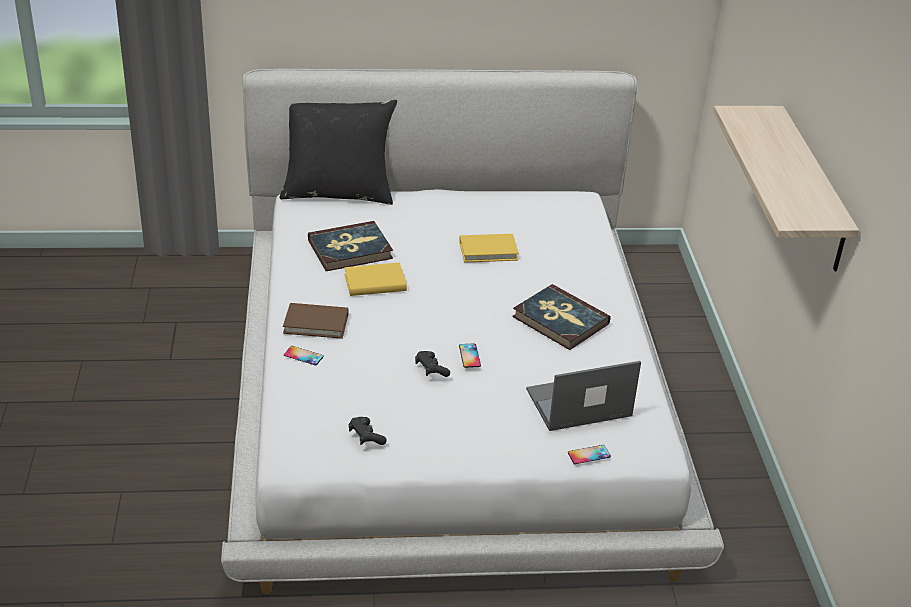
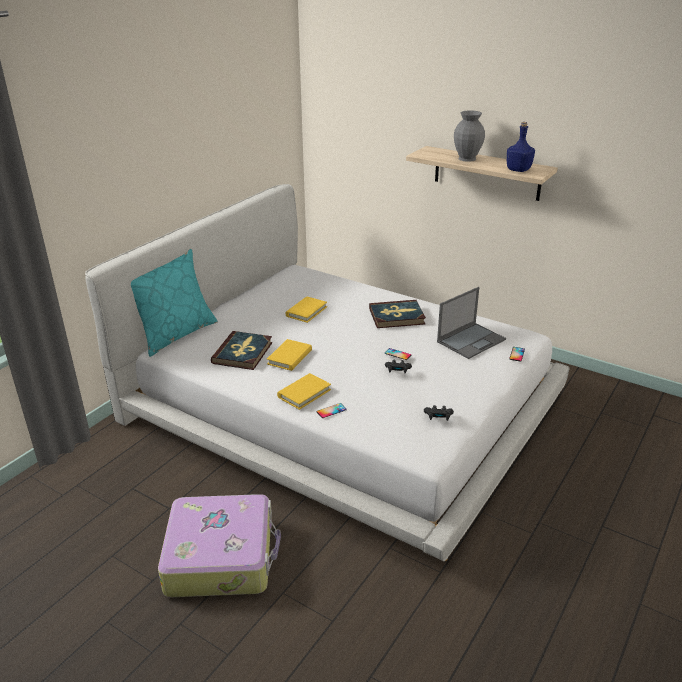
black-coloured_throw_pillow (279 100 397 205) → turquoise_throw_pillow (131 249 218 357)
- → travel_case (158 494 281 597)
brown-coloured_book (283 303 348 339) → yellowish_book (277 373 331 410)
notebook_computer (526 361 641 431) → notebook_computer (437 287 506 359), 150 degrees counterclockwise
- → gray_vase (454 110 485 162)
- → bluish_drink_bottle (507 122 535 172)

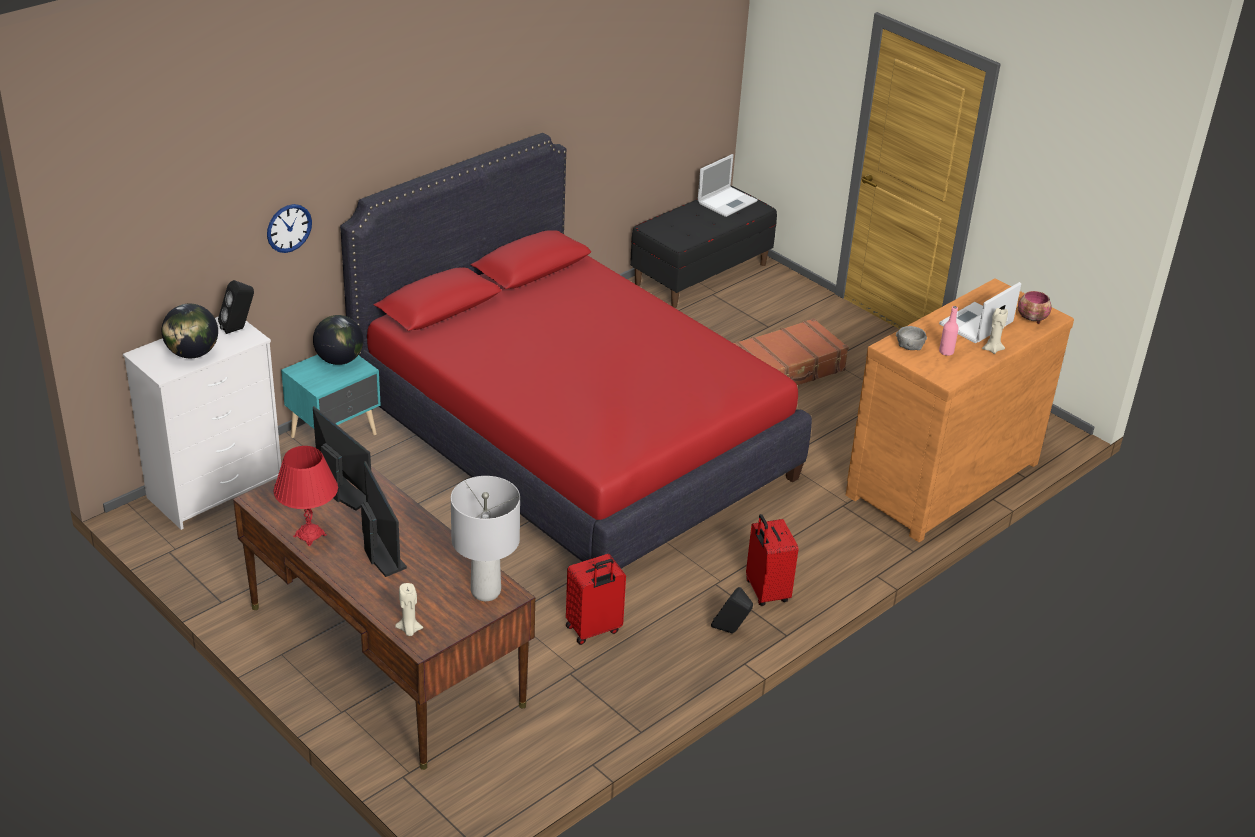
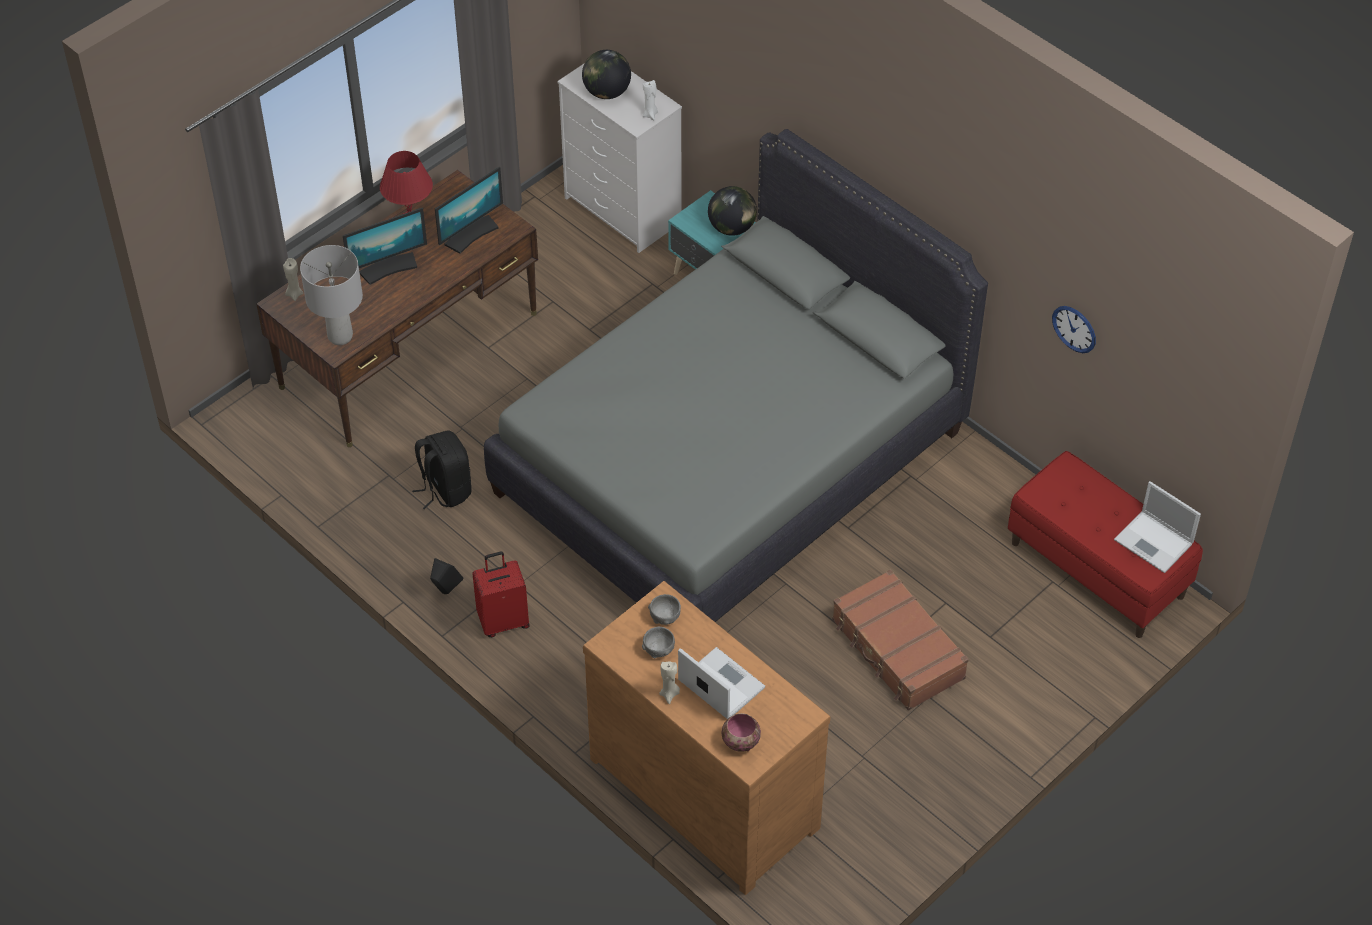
red-coloured_travel_case (566 554 626 645) → black-coloured_backpack (412 430 472 509)
red-coloured_sleeping_bed (340 133 812 569) → gray_sleeping_bed (484 129 988 622)
pink-coloured_drink_bottle (939 306 959 356) → gray_deep_dish (642 627 675 658)
black-coloured_loudspeaker (218 280 254 334) → white-coloured_candle (643 80 658 120)
black-coloured_bench (630 186 777 308) → red-coloured_bench (1008 451 1203 638)
hanging_clock (267 204 312 253) → hanging_clock (1052 306 1096 353), shifted

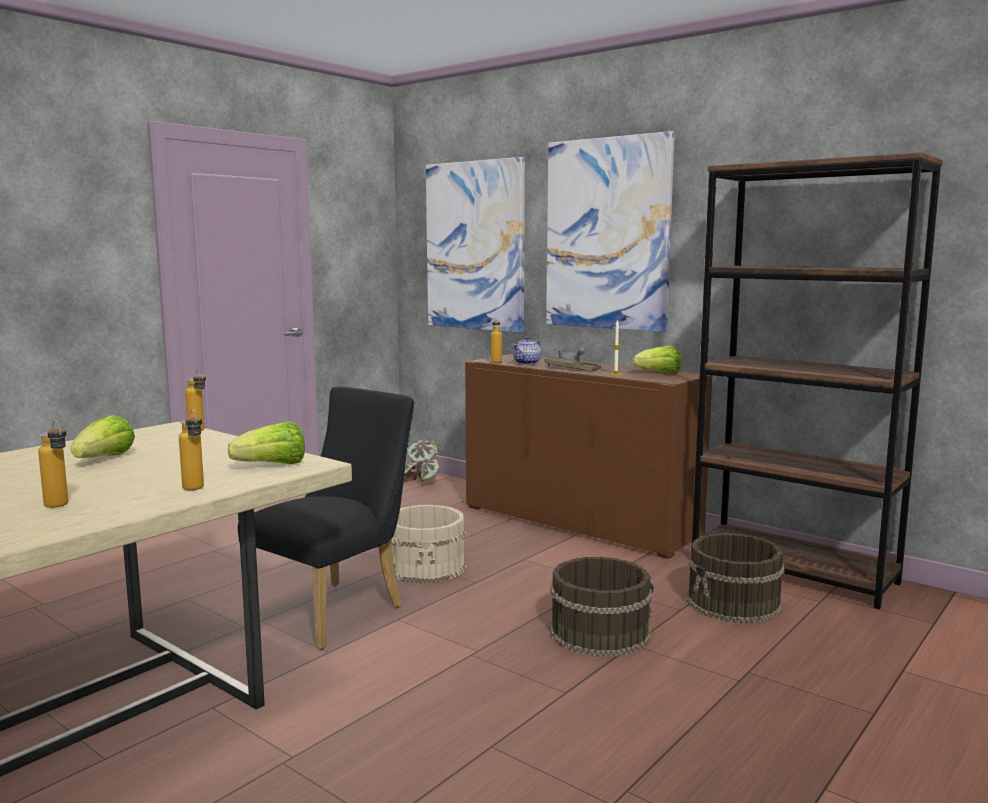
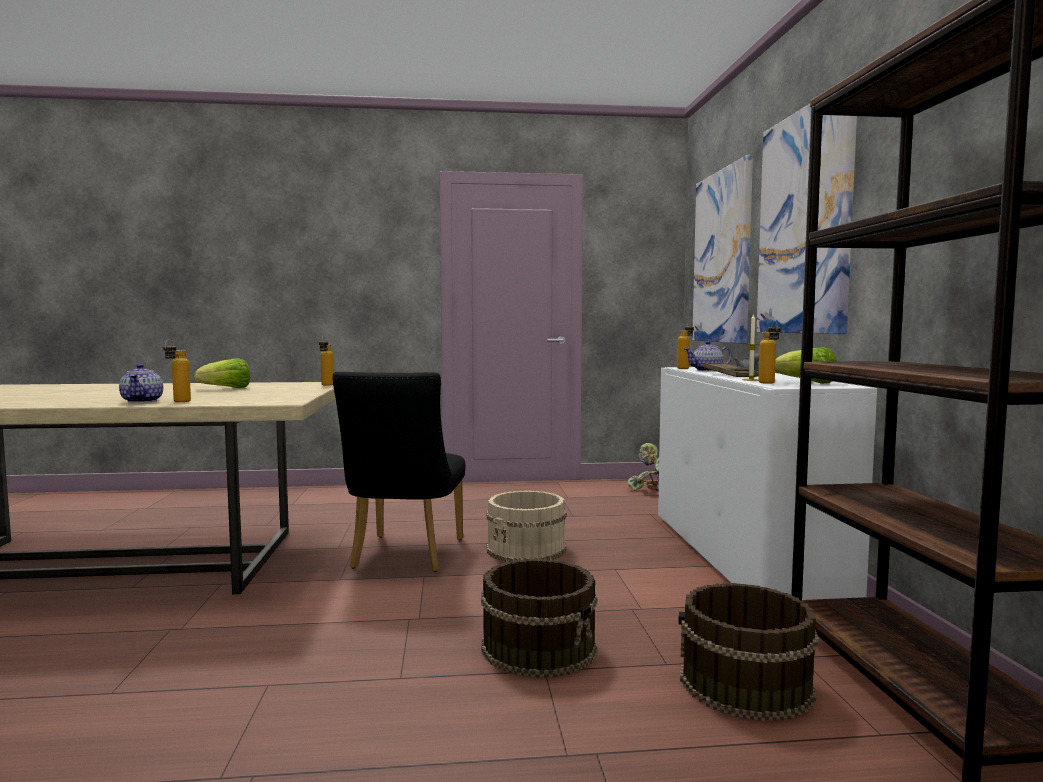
- → teapot (119 364 163 403)
black-coloured_chair (238 387 414 650) → black-coloured_chair (333 372 465 572), 105 degrees clockwise
brown-coloured_storage_cabinet (465 354 712 559) → white-coloured_storage_cabinet (658 367 877 600)
drink_bottle (38 420 68 508) → drink_bottle (758 320 781 384), shifted
lettuce_head (228 421 305 464) → -

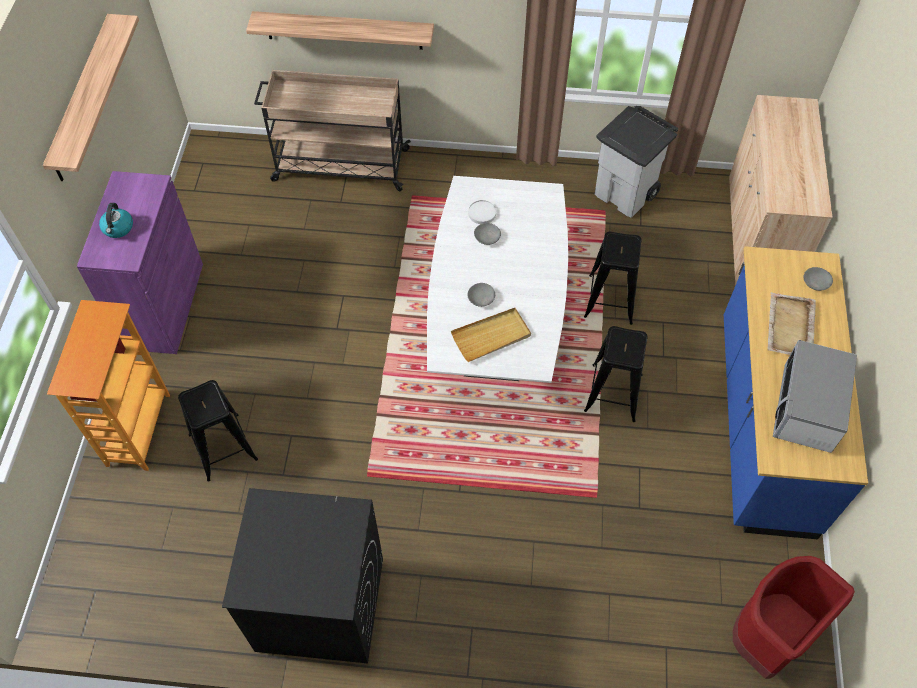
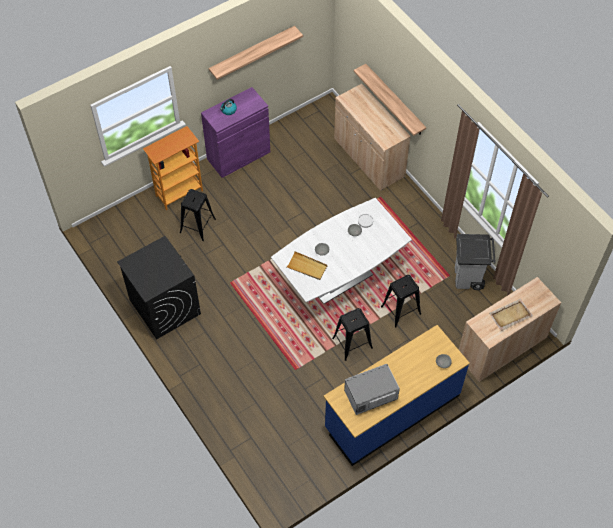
beige_cart (254 70 411 191) → beige_storage_cabinet (334 84 411 190)
beige_carrying_tray (767 292 816 355) → beige_carrying_tray (489 299 533 331), shifted
red-coloured_trash_can (733 556 855 679) → -

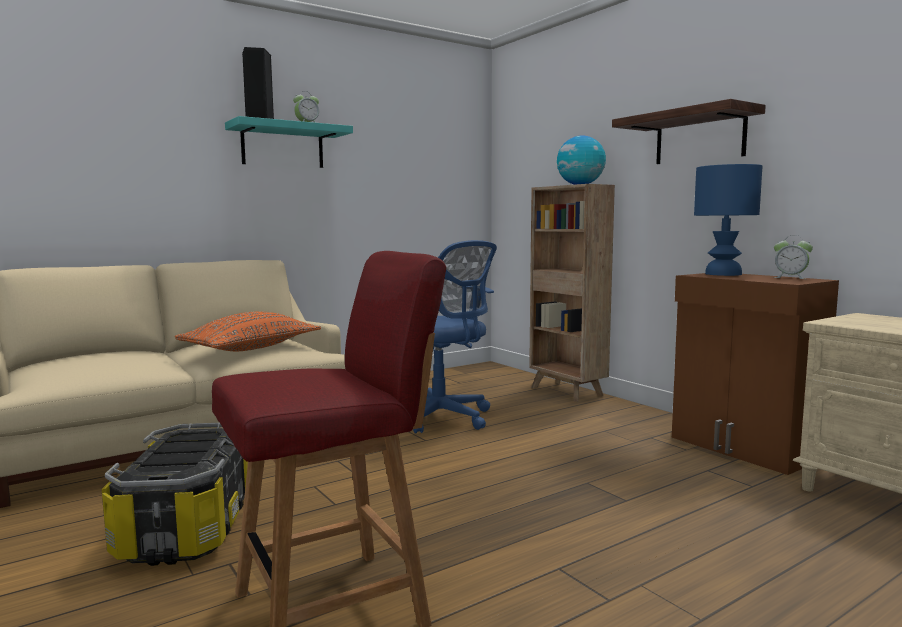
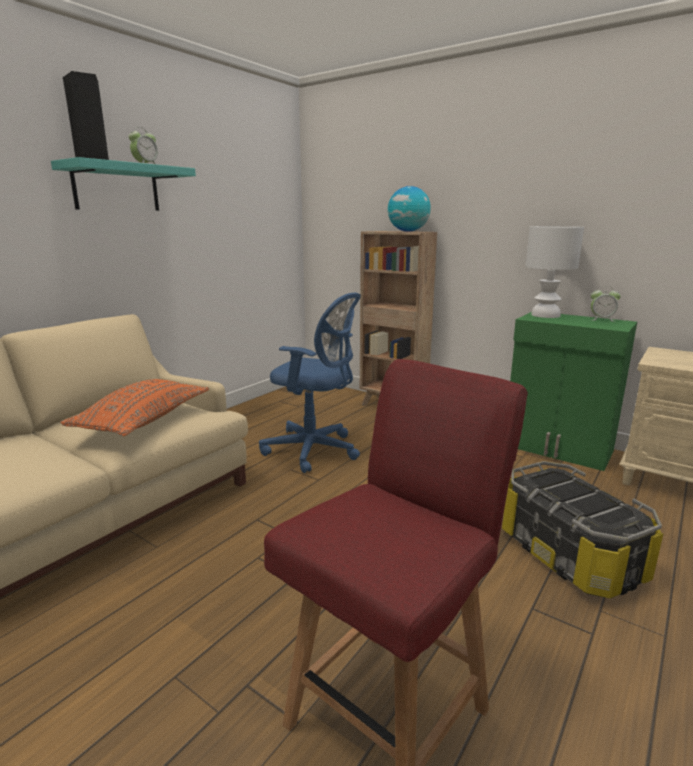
storage_container (102 423 248 566) → storage_container (502 461 663 598), shifted
brown-coloured_storage_cabinet (672 273 839 475) → greenish_storage_cabinet (510 312 637 471)
bluish_lamp_for_a_table (694 164 762 276) → white-coloured_lamp_for_a_table (525 226 584 318)
shelf (612 99 766 164) → -

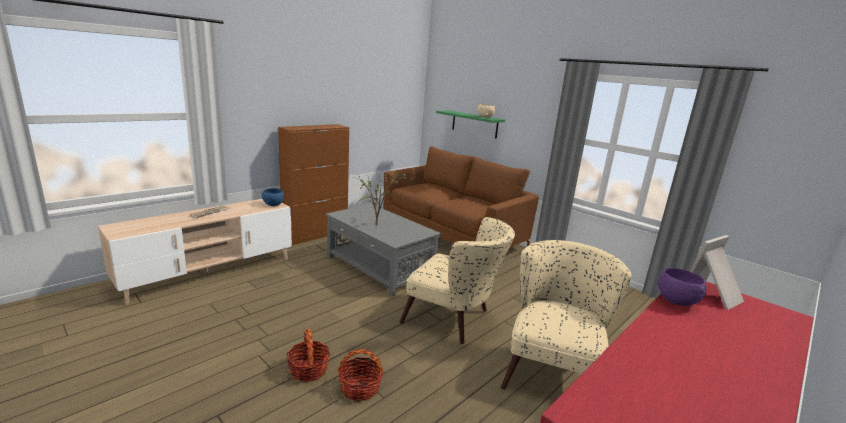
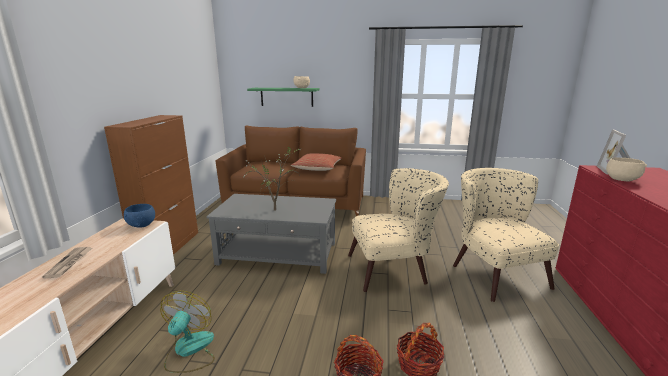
- → electric_fan (160 291 215 373)
- → throw_pillow (291 153 342 171)
purplish_deep_dish (658 268 707 306) → beige_deep_dish (606 158 647 182)

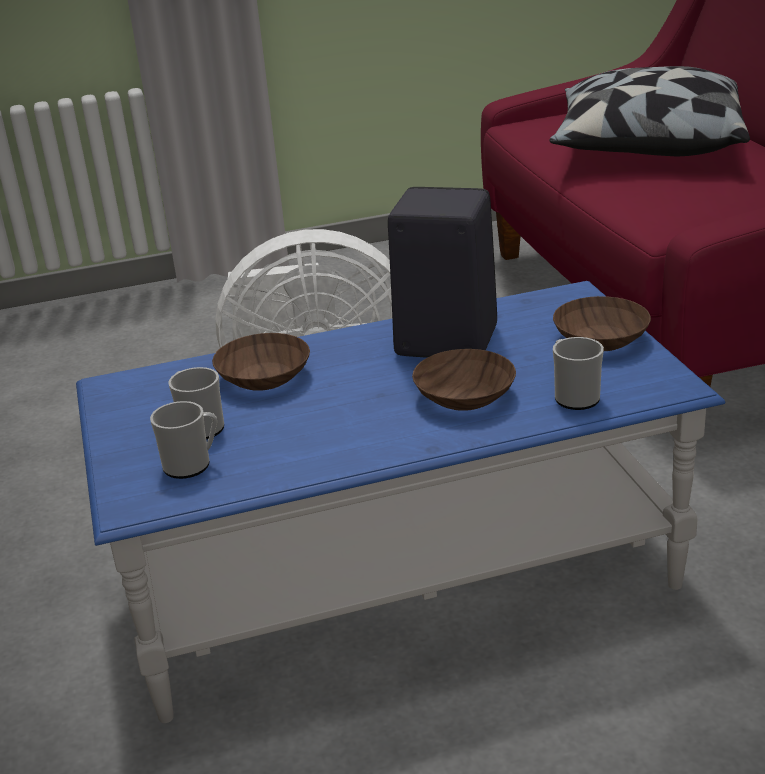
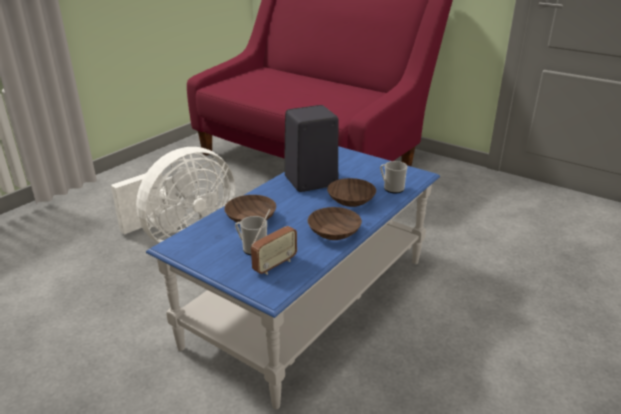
tea_mug (150 401 217 479) → radio_set (251 209 297 275)
brown-coloured_deep_dish (553 296 651 351) → brown-coloured_deep_dish (307 207 362 240), shifted
throw_pillow (549 66 750 156) → -

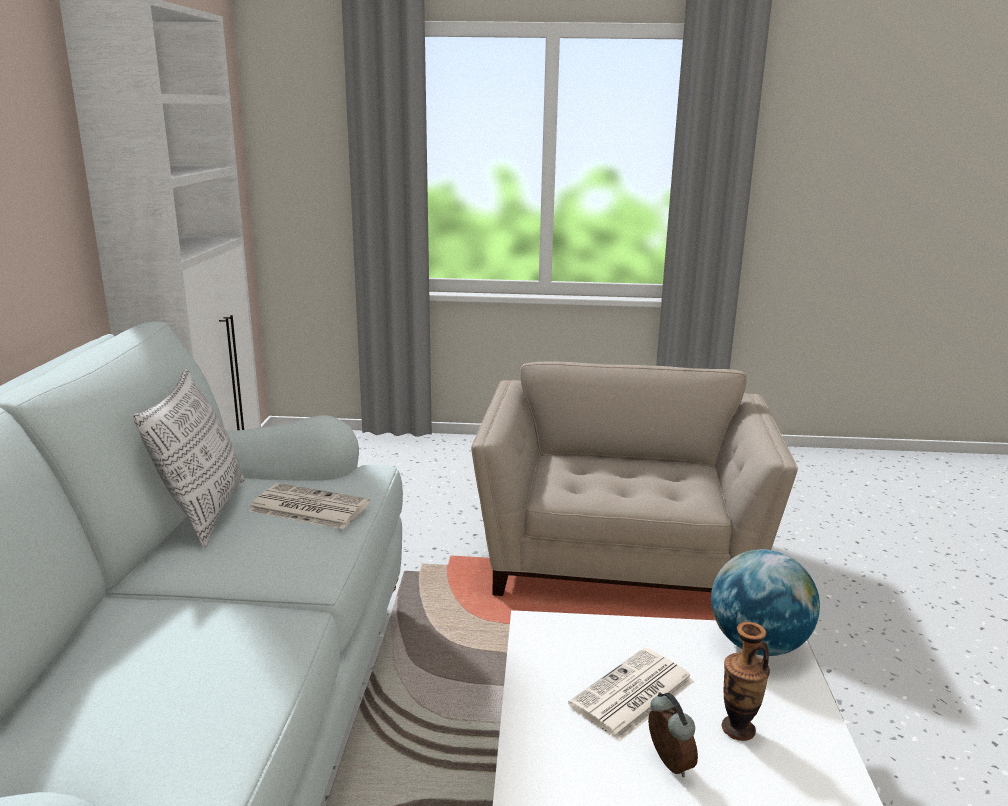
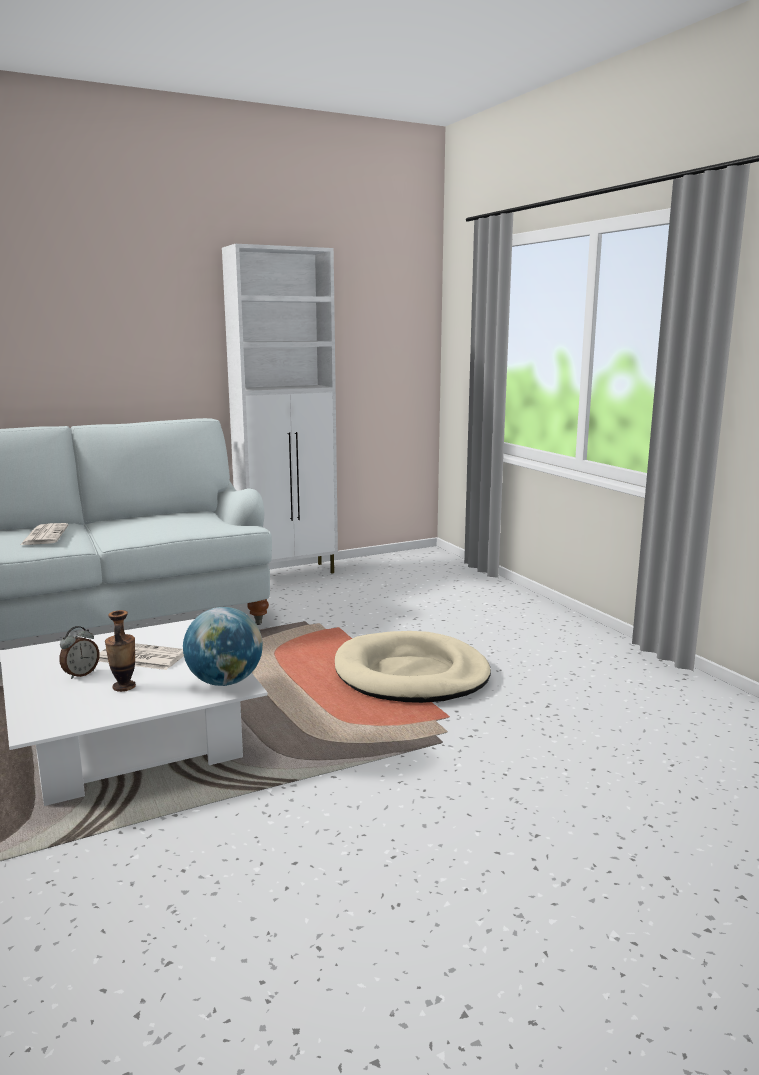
printed_paper (248 483 370 529) → printed_paper (20 523 68 545), shifted
beige_easy_chair (471 361 798 596) → beige_pet_bed (335 631 491 703)
throw_pillow (133 368 245 548) → -

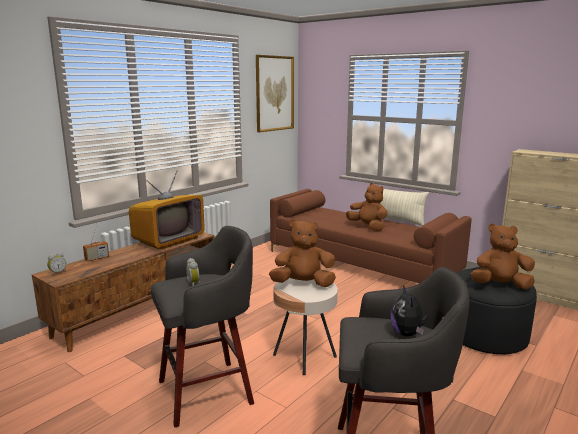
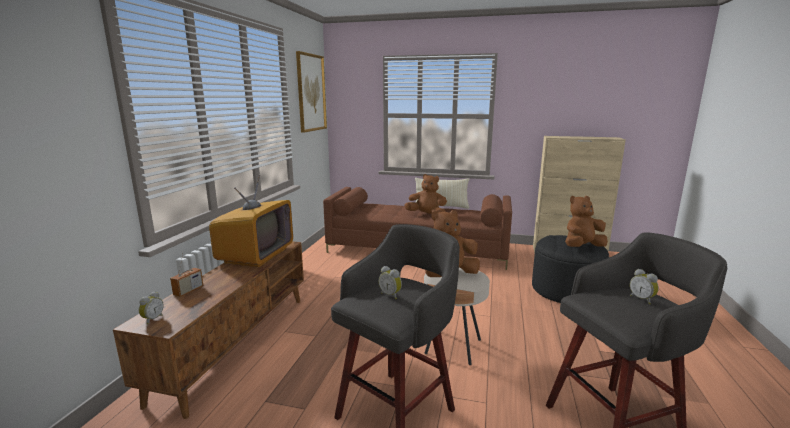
plush_toy (390 286 428 337) → alarm_clock (630 269 659 304)

